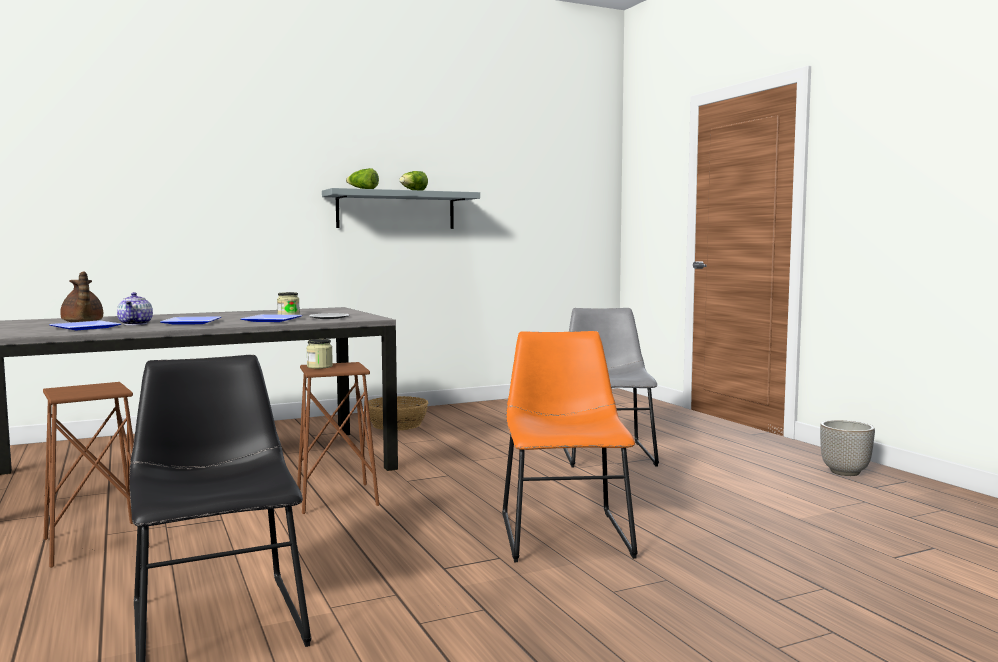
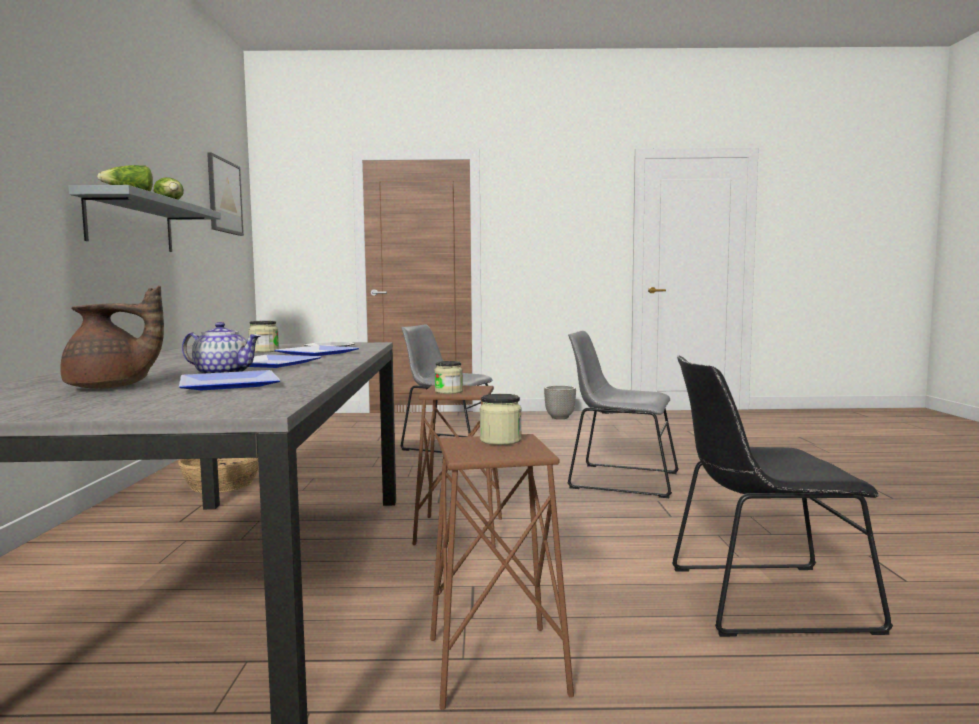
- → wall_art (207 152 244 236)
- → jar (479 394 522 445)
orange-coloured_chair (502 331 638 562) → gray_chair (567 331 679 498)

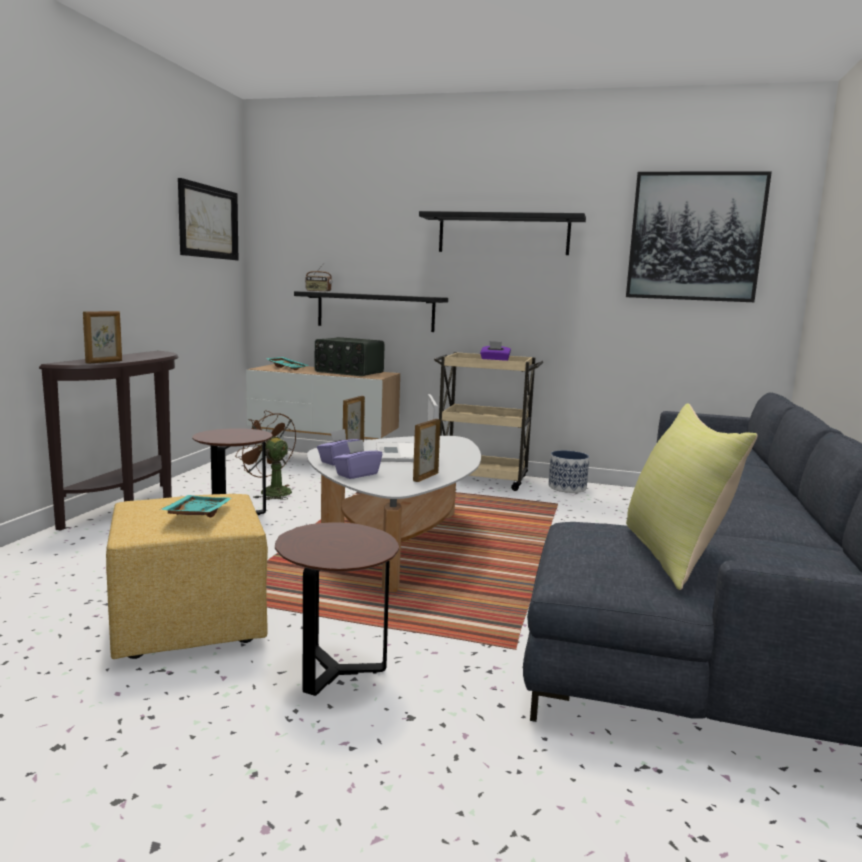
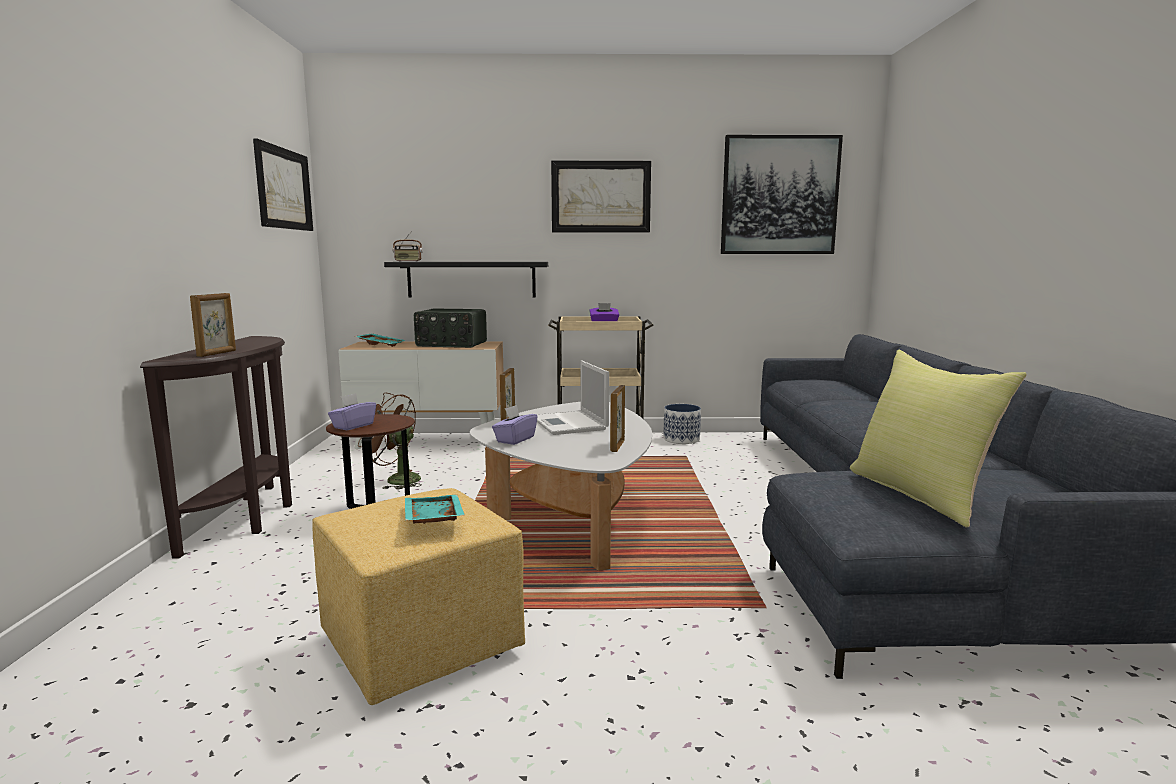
purplish_box_of_tissues (333 440 382 479) → purplish_box_of_tissues (328 393 376 430), shifted
black-coloured_shelf (419 211 586 255) → wall_art (551 161 651 232)
brown-coloured_side_table (275 522 399 696) → -

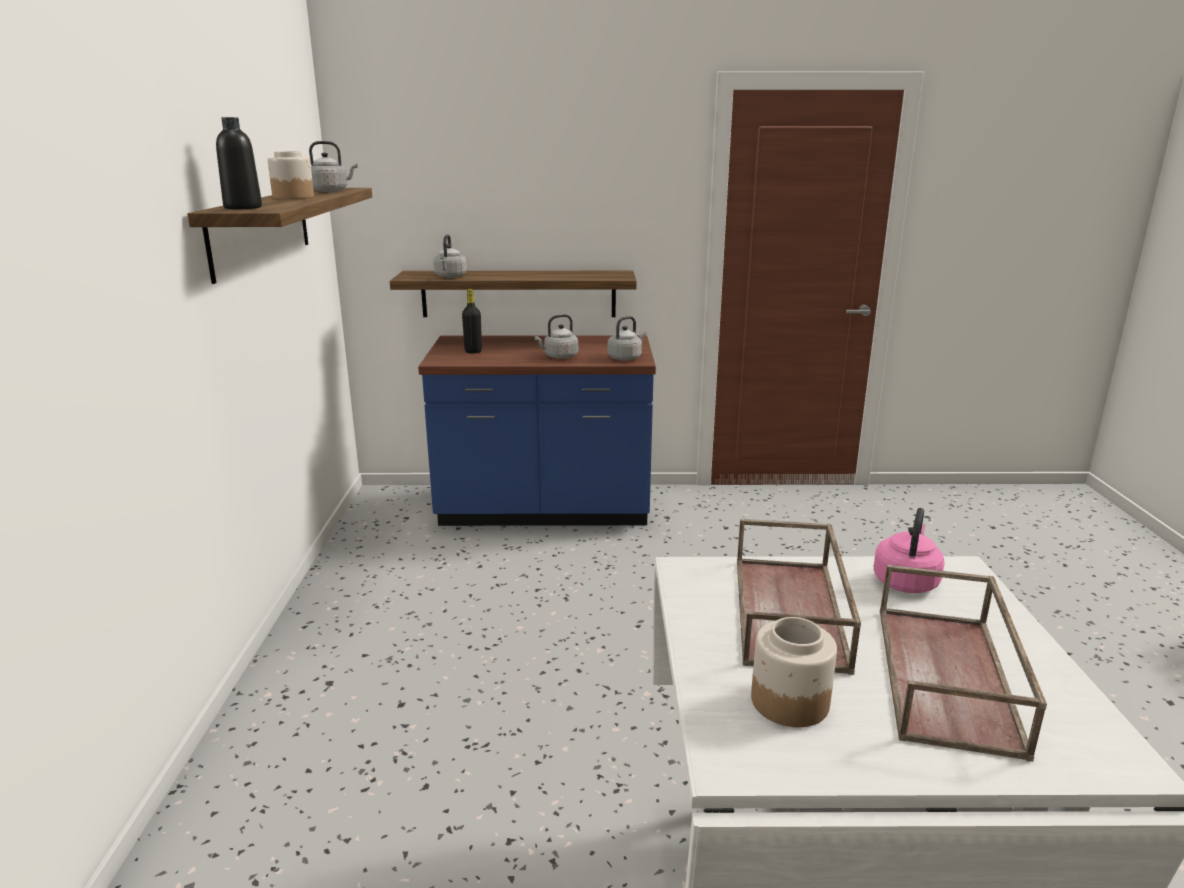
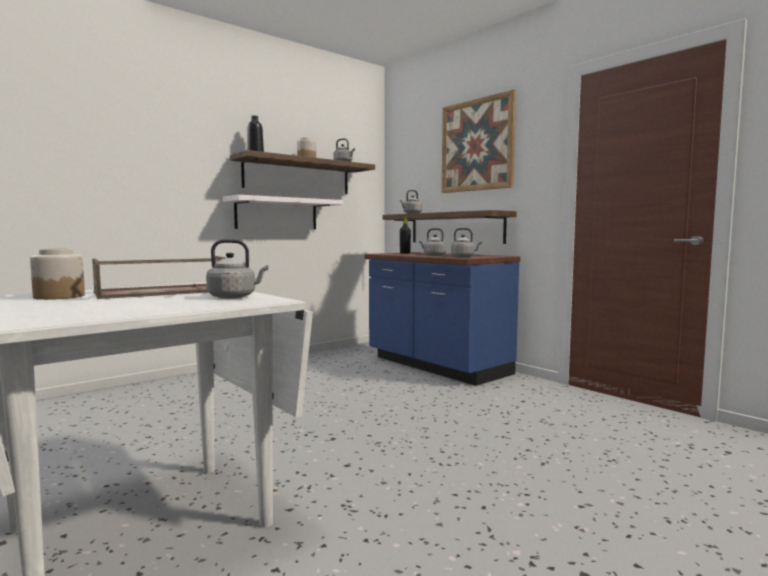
pink-coloured_tea_kettle (874 508 945 593) → gray_tea_kettle (206 239 268 299)
- → white-coloured_shelf (222 195 343 229)
- → wall_art (442 89 516 193)
brown-coloured_carrying_tray (880 565 1047 762) → -

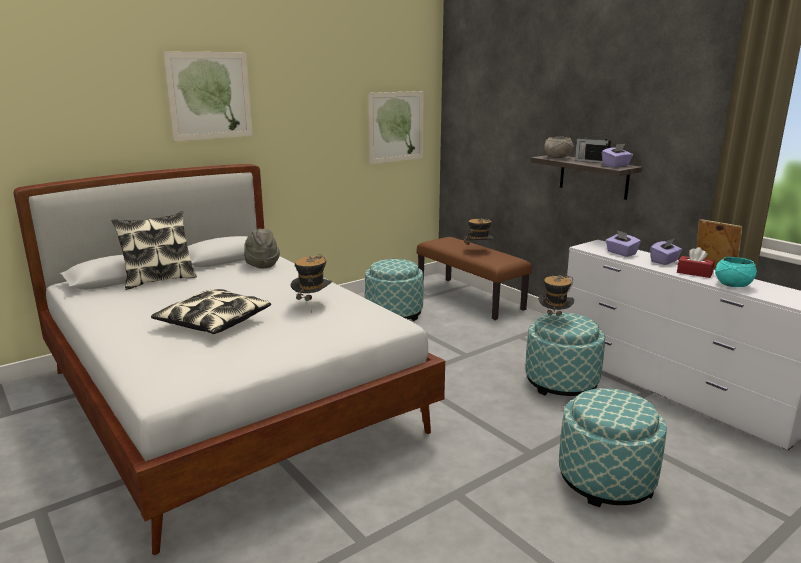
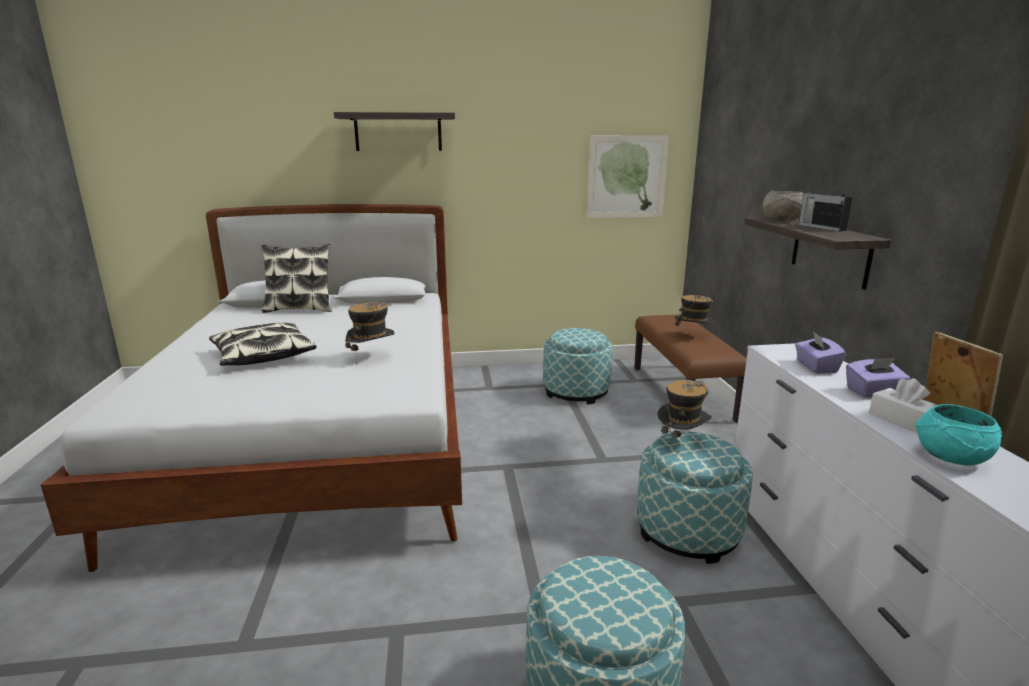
wall_art (163 51 253 142) → shelf (334 112 455 151)
red-coloured_box_of_tissues (677 247 715 278) → white-coloured_box_of_tissues (869 378 937 433)
gray_clothing_hat (244 229 280 268) → -
purplish_box_of_tissues (602 144 633 167) → -

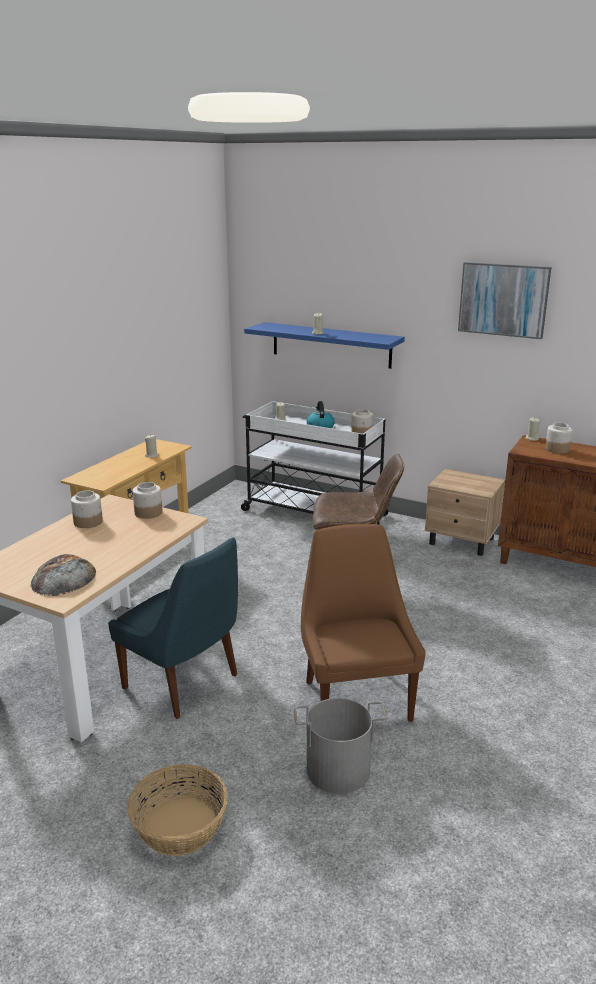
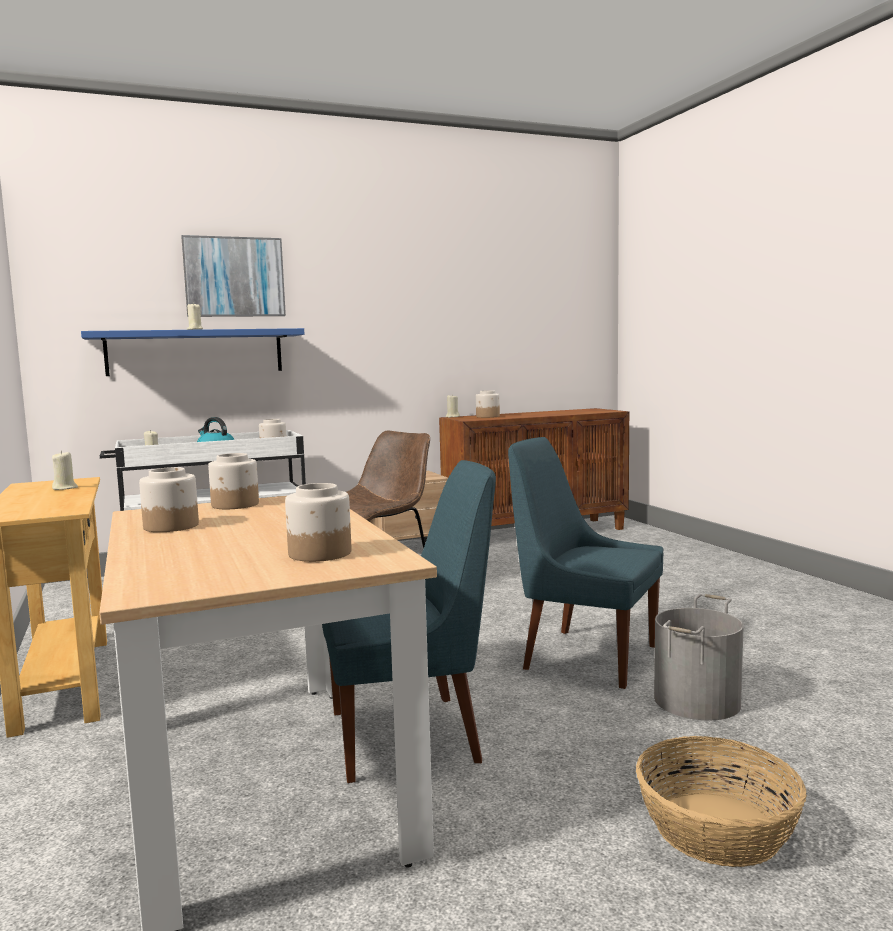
wall_art (458 262 552 339) → wall_art (181 235 286 317), shifted
baked_bread (31 554 96 596) → jar (285 483 351 562)
brown-coloured_chair (301 524 426 722) → bluish_chair (508 437 663 689)

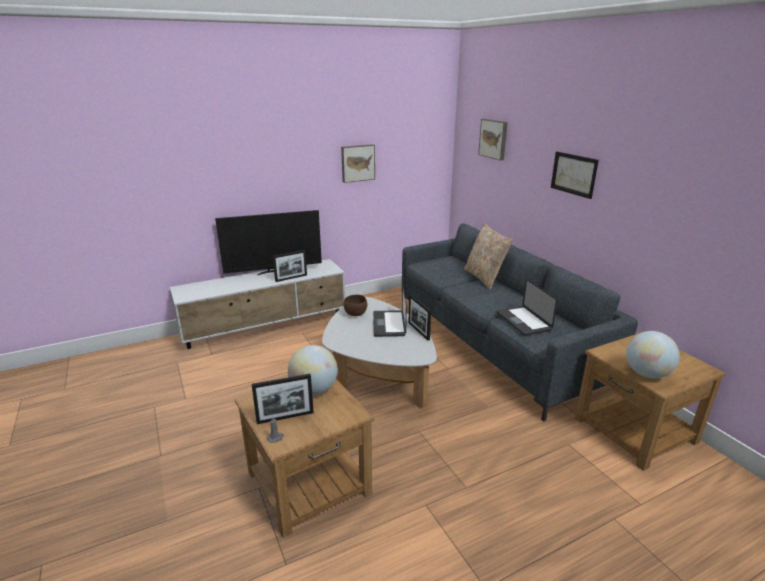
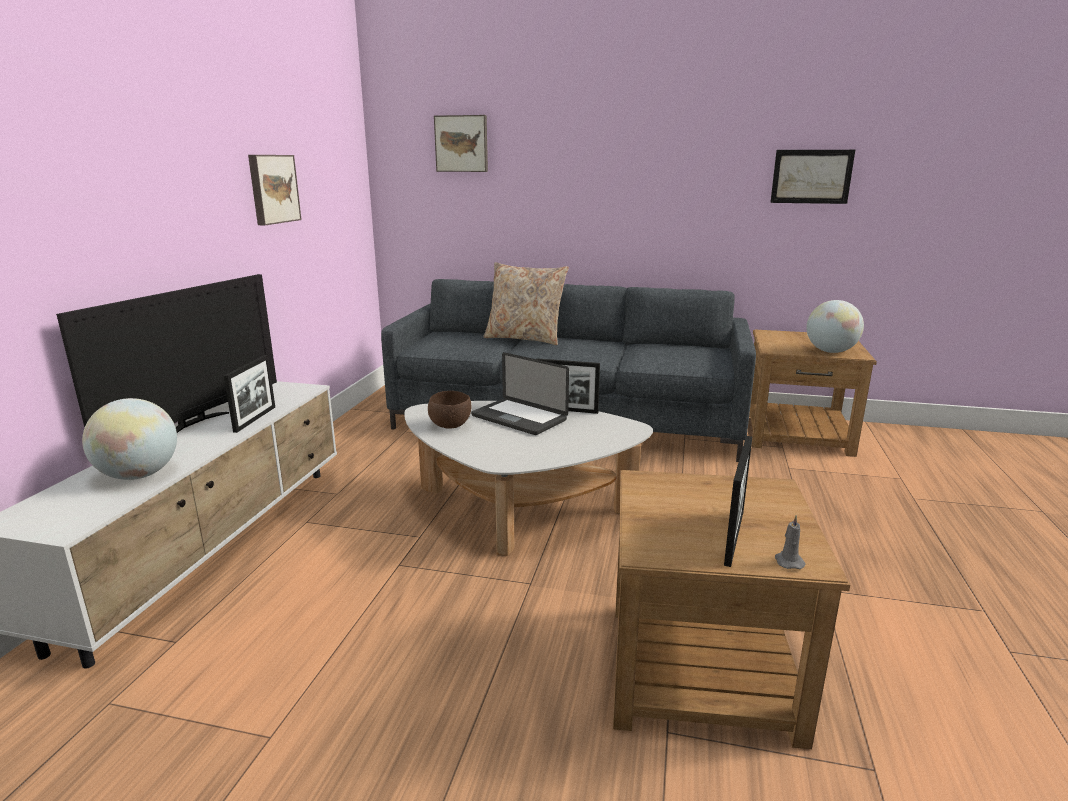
world_globe (288 345 338 395) → world_globe (82 398 177 480), shifted
wall_art (551 151 599 199) → wall_art (770 150 855 204), shifted
notebook_computer (497 279 557 336) → -

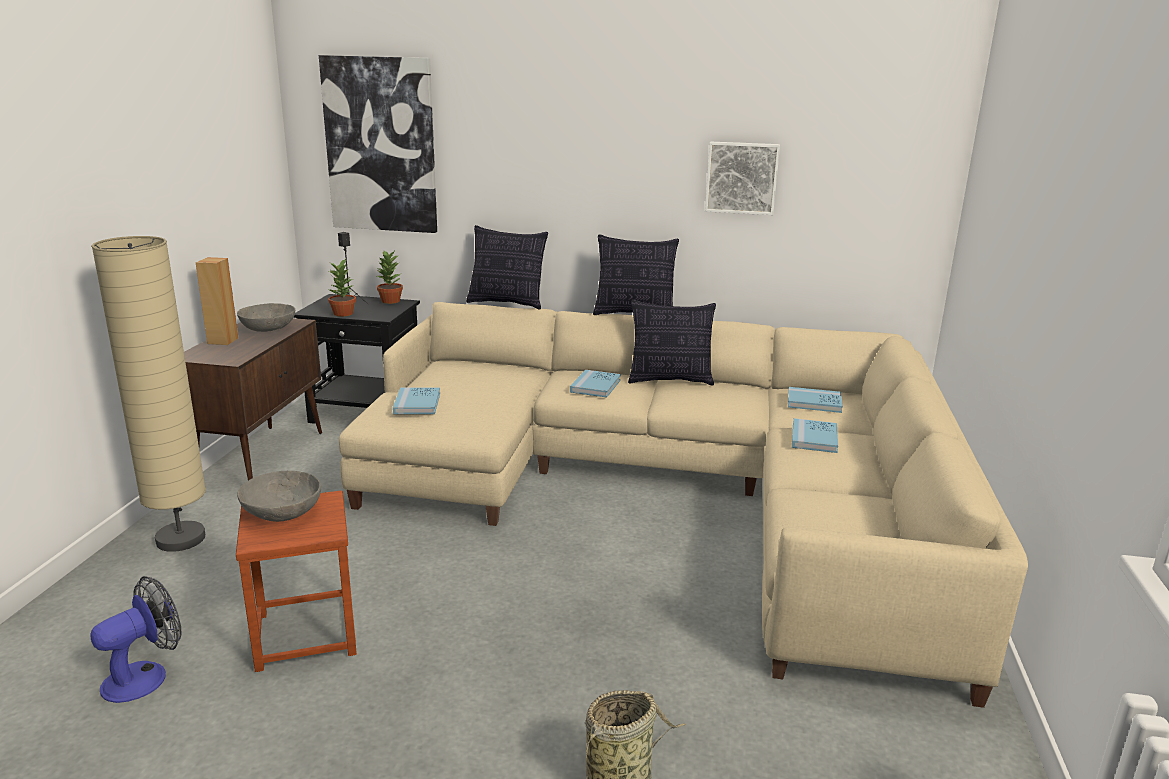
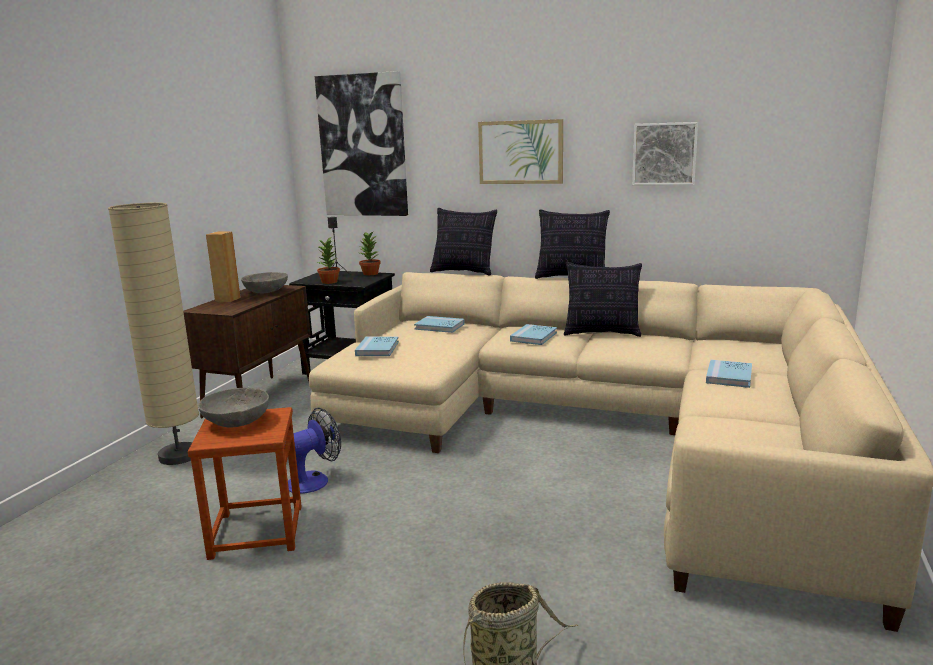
electric_fan (90 576 182 703) → electric_fan (288 407 341 494), shifted
bluish_book (788 387 843 413) → bluish_book (414 316 465 333), shifted
- → wall_art (478 119 563 184)

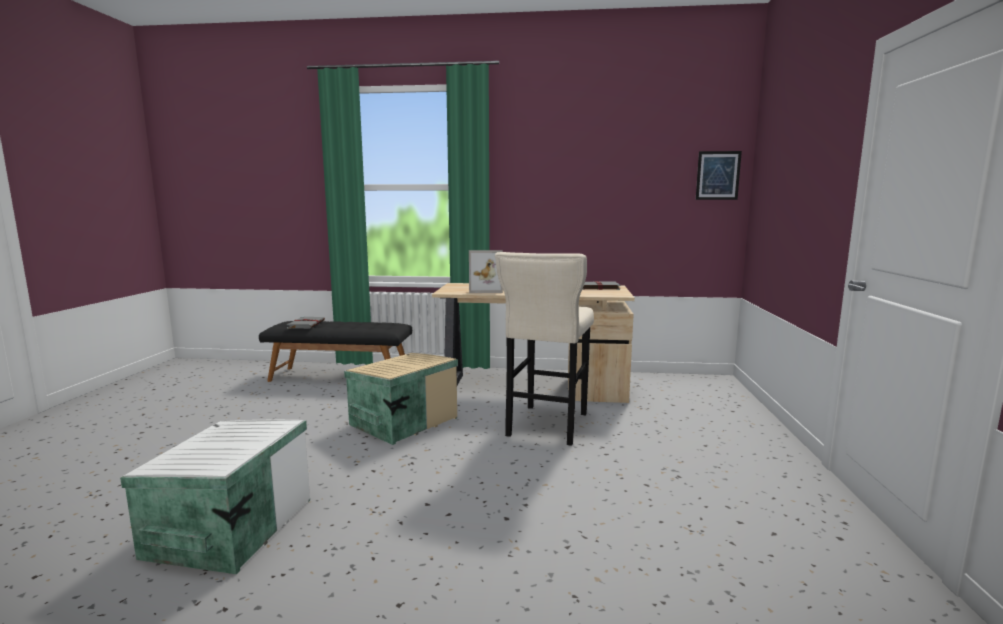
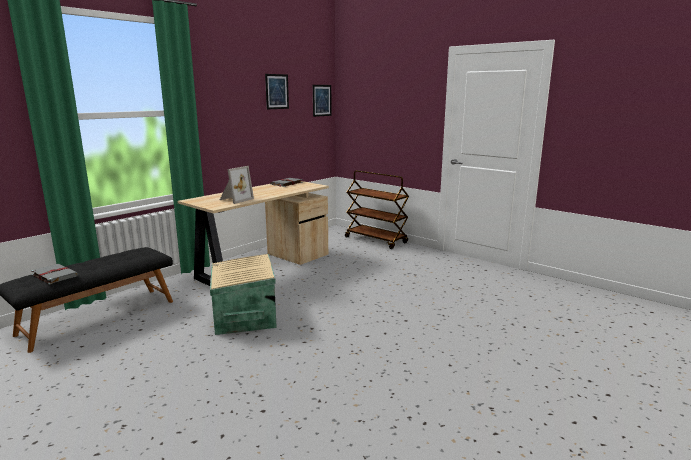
- → wall_art (265 74 289 109)
- → brown-coloured_cart (345 170 409 249)
white-coloured_storage_container (120 419 310 574) → -
beige_sitting_stool (495 252 594 446) → -

